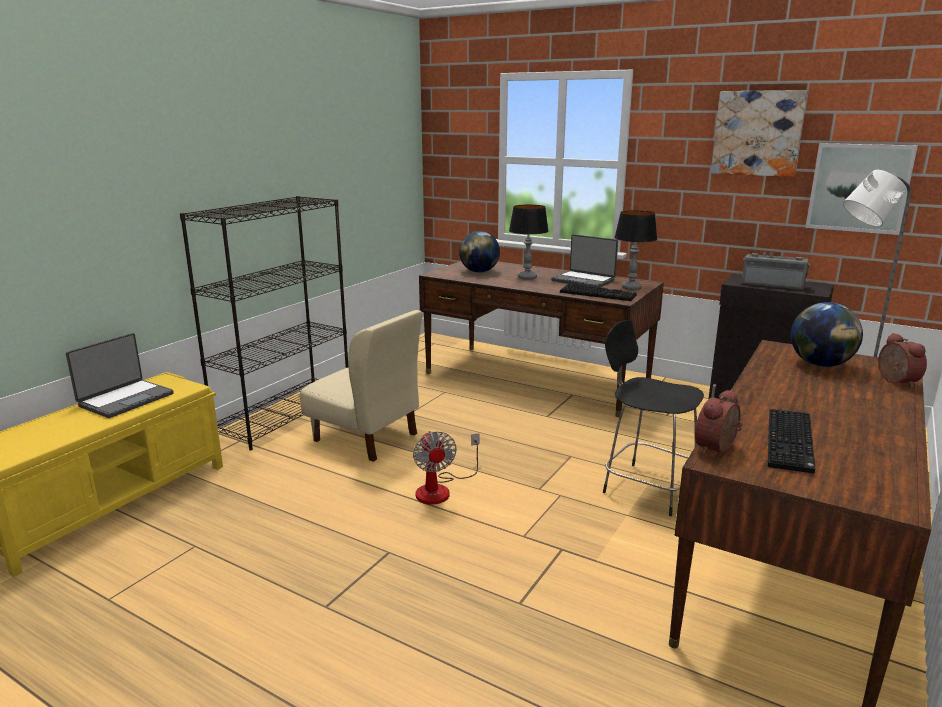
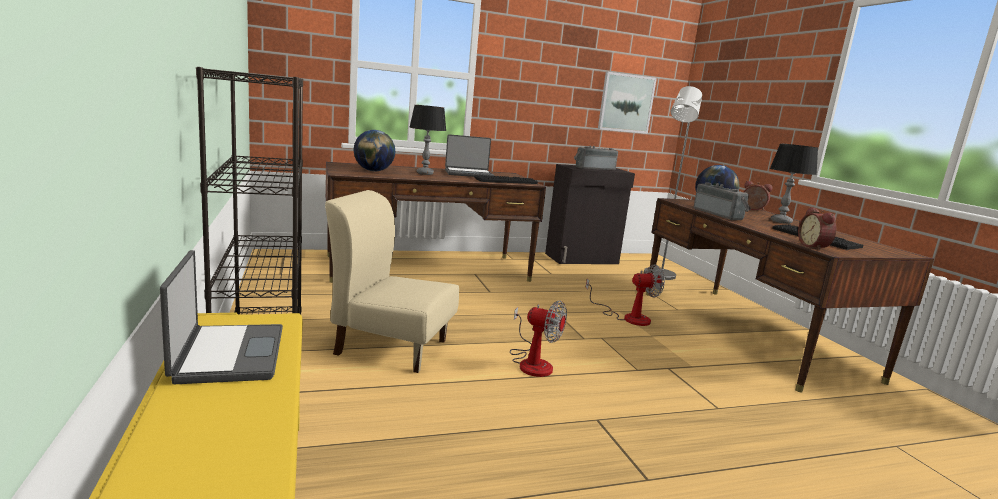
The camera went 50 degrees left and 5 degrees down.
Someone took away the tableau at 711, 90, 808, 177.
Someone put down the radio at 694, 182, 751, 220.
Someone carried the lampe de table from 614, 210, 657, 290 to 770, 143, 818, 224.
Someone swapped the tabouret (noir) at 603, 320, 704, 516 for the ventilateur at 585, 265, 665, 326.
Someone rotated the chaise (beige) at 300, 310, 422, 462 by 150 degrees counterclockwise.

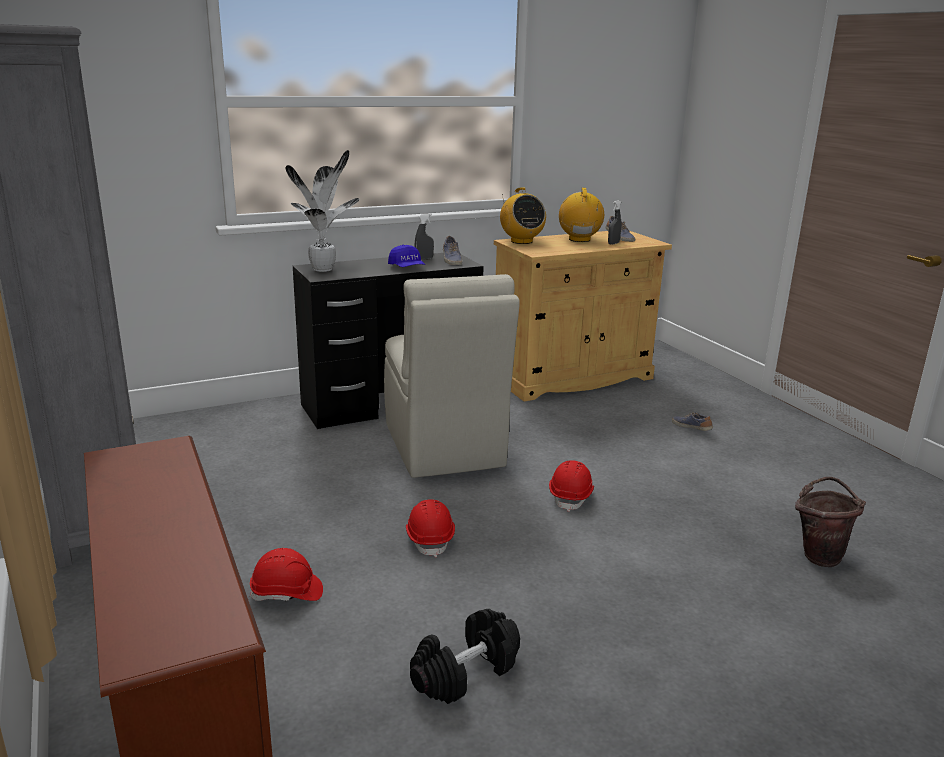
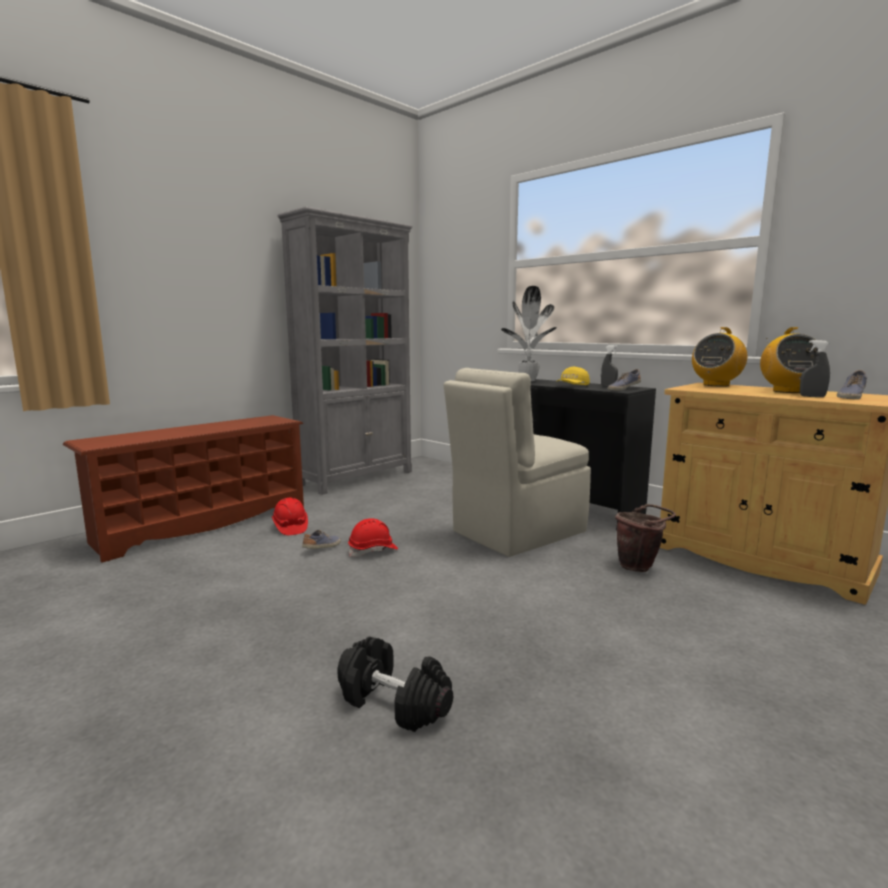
The camera went 70 degrees right and 10 degrees down.
Someone took away the casque de chantier (rouge) at 549, 460, 594, 512.
Someone carried the haltère (noir) from 410, 609, 520, 704 to 337, 636, 453, 732.
Someone carried the chaussure from 672, 412, 713, 431 to 302, 530, 341, 549.
Someone carried the seau (marron) from 795, 477, 866, 567 to 615, 504, 676, 572.
Someone repainted the casquette (bleu) at 388, 244, 425, 267, which became the casquette (jaune) at 556, 366, 590, 386.
Someone rotated the radio at 559, 188, 604, 242 by 120 degrees clockwise.

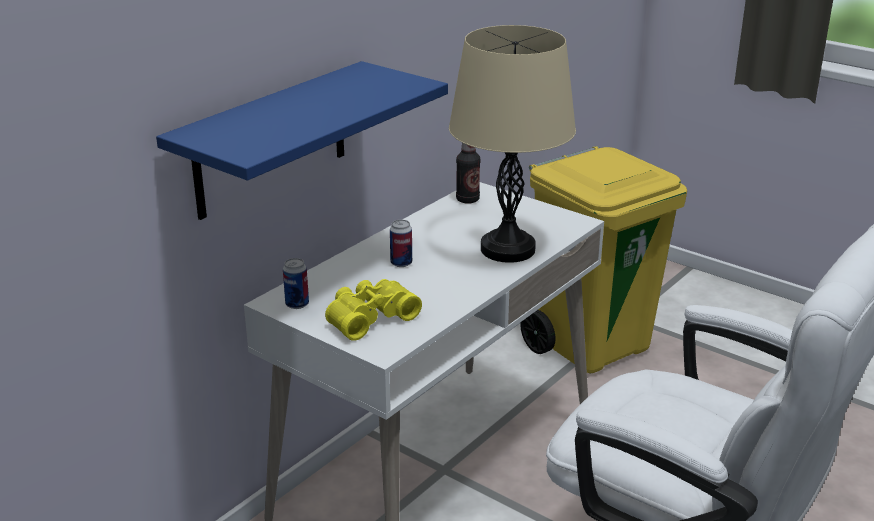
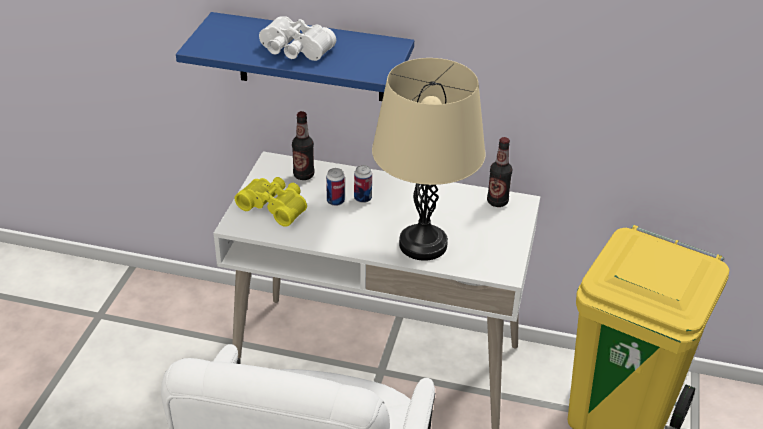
The camera went 65 degrees right and 10 degrees up.
Someone put down the jumelles (blanc) at 259, 16, 336, 61.
Someone put down the bouteille at 292, 111, 314, 180.
Someone carried the boîte métallique from 283, 258, 309, 309 to 326, 168, 345, 206.

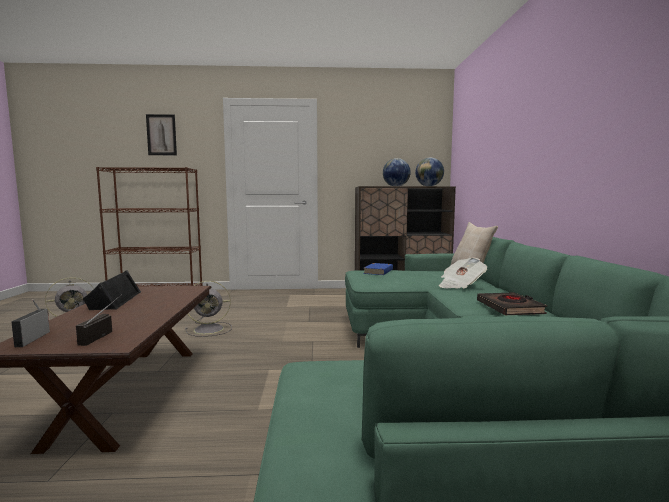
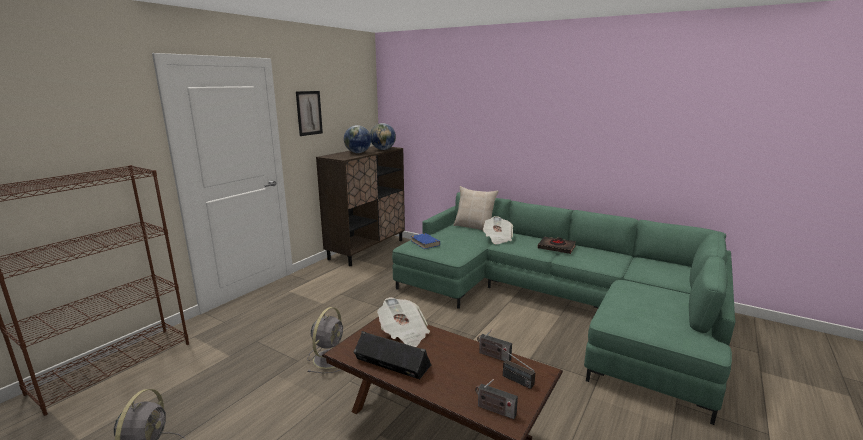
The camera went 55 degrees left and 10 degrees up.
Someone put down the journal at 377, 297, 430, 347.
Someone put down the radio at 477, 329, 512, 361.
Someone carried the tableau from 146, 114, 177, 155 to 296, 91, 323, 136.

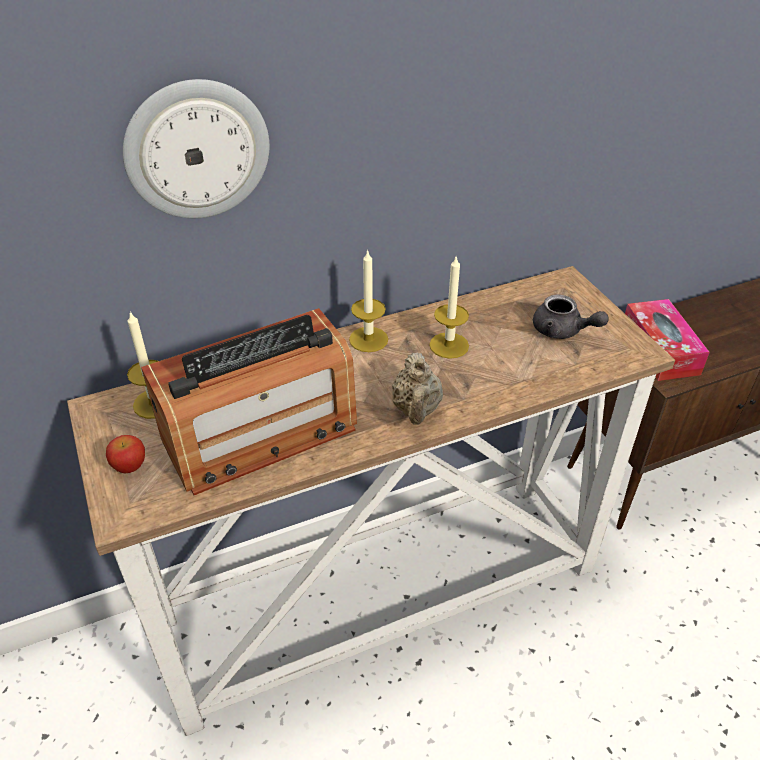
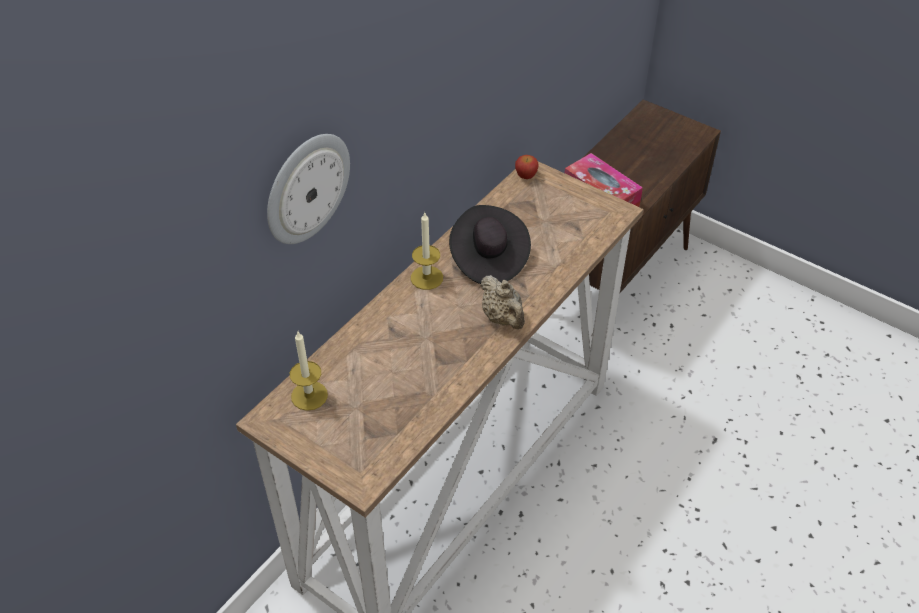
The camera went 30 degrees left and 5 degrees up.
Someone took away the radio at 141, 308, 357, 495.
Someone took away the théière (gris) at 533, 294, 609, 339.
Someone carried the pomme from 106, 435, 145, 473 to 515, 155, 539, 179.
Someone swapped the bougie at 429, 257, 469, 359 for the chapeau (noir) at 449, 205, 531, 284.

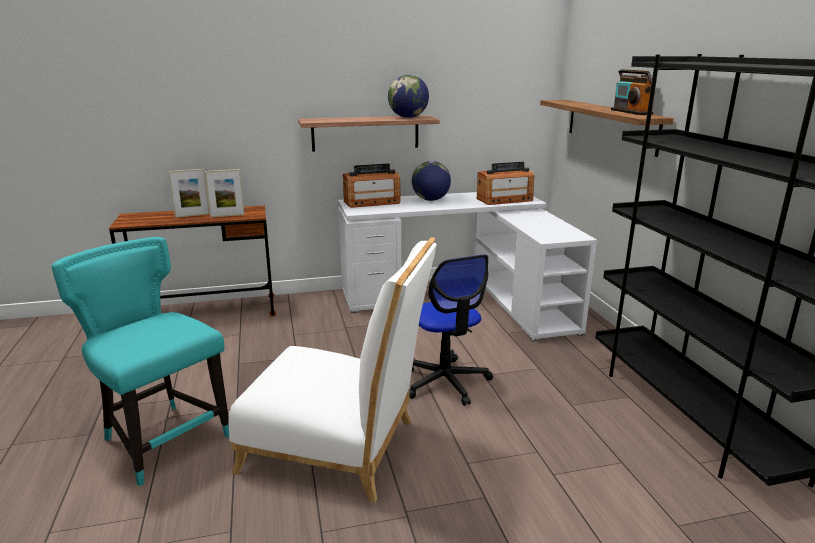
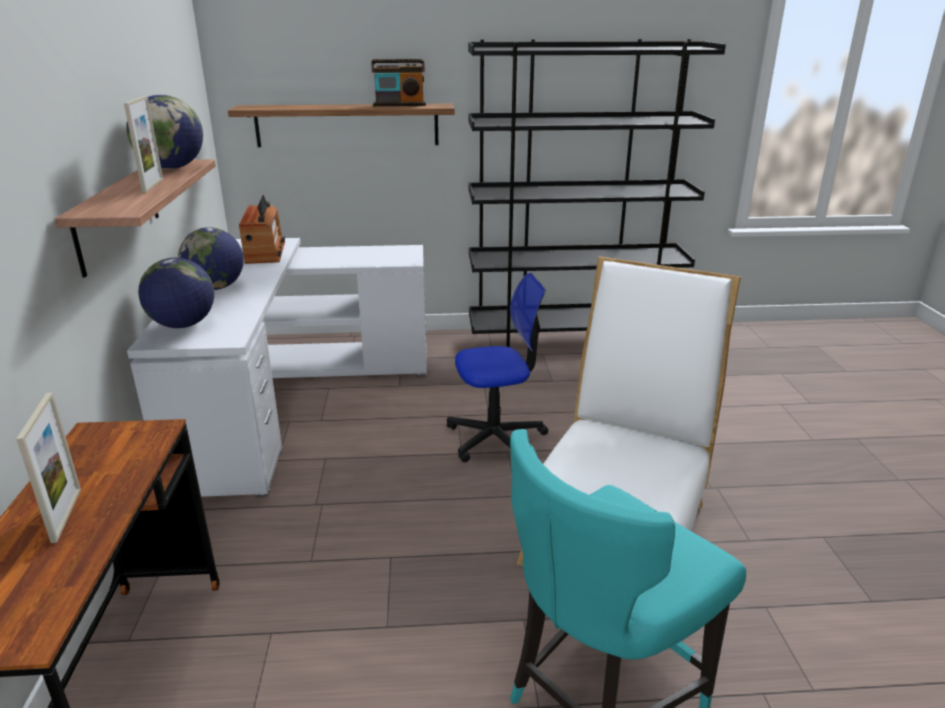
The camera went 80 degrees left and 5 degrees up.
Someone carried the cadre photo from 205, 169, 245, 217 to 124, 96, 163, 193.
Someone swapped the radio at 343, 163, 401, 208 for the globe at 138, 258, 214, 328.

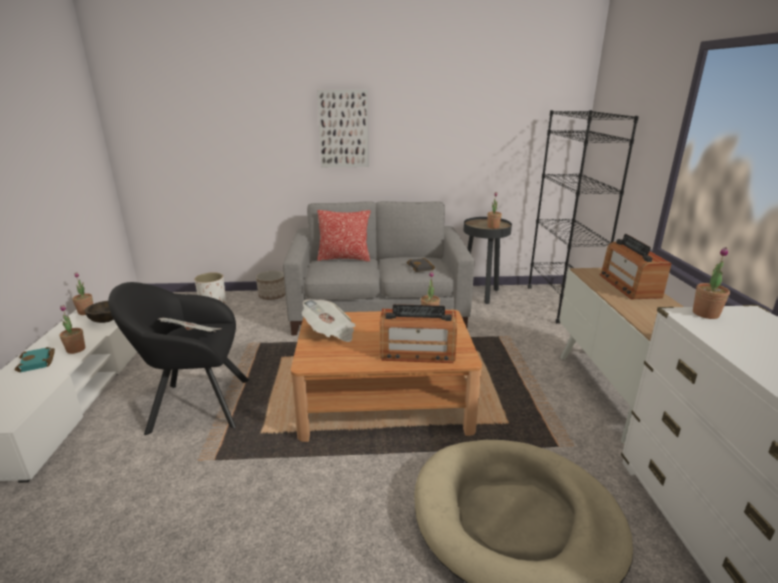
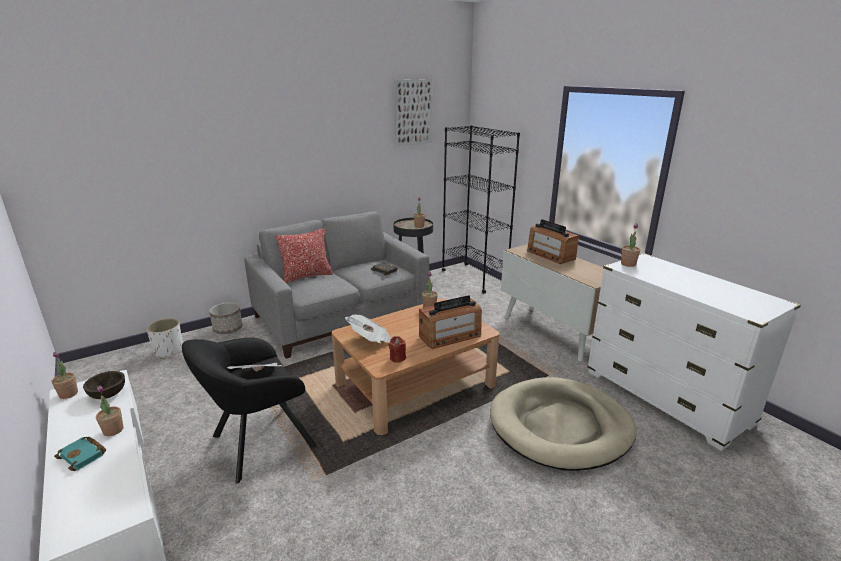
The camera went 30 degrees left and 0 degrees up.
Someone put down the bougie (rouge) at 389, 336, 406, 363.
Someone carried the tableau from 317, 90, 369, 167 to 395, 79, 432, 146.

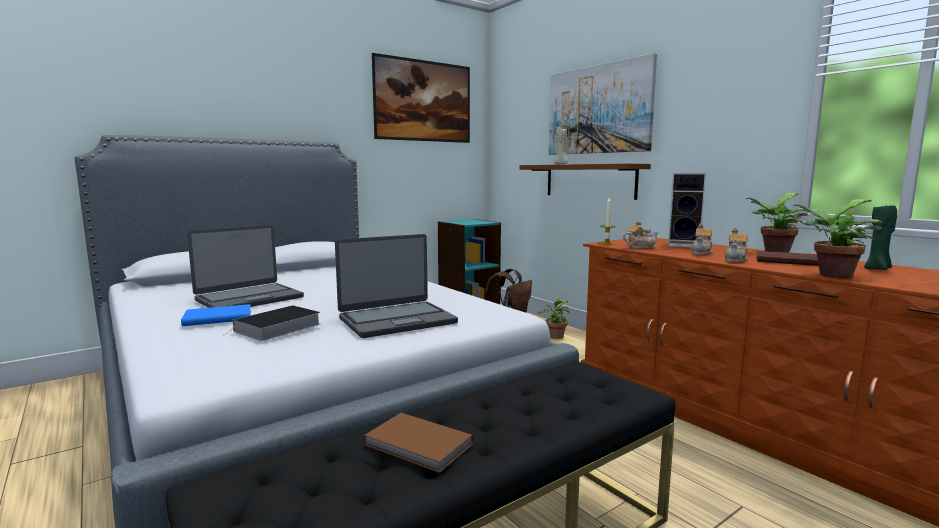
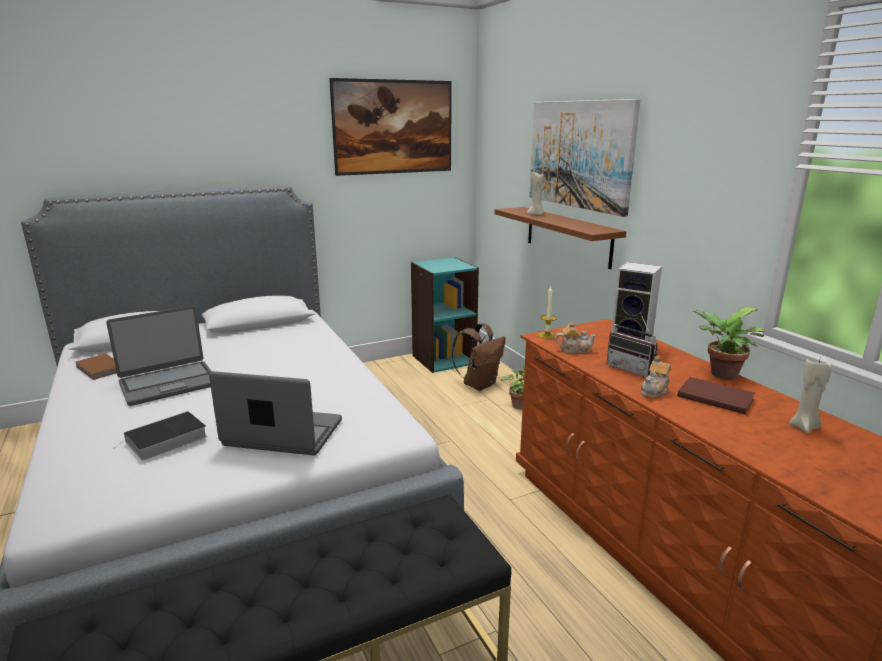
The camera went 10 degrees right and 10 degrees up.
Someone took away the livre (bleu) at 181, 304, 251, 326.
Someone took away the plante en pot at 793, 199, 883, 278.
Someone carried the livre (marron) from 364, 413, 474, 473 to 75, 354, 117, 380.
Someone swapped the théière at 692, 223, 713, 255 for the radio at 607, 313, 658, 377.
Someone repainted the bougie (vert) at 864, 205, 897, 270, which became the bougie (beige) at 789, 359, 832, 434.
Someone rotated the ordinateur portable at 335, 234, 458, 338 by 150 degrees counterclockwise.

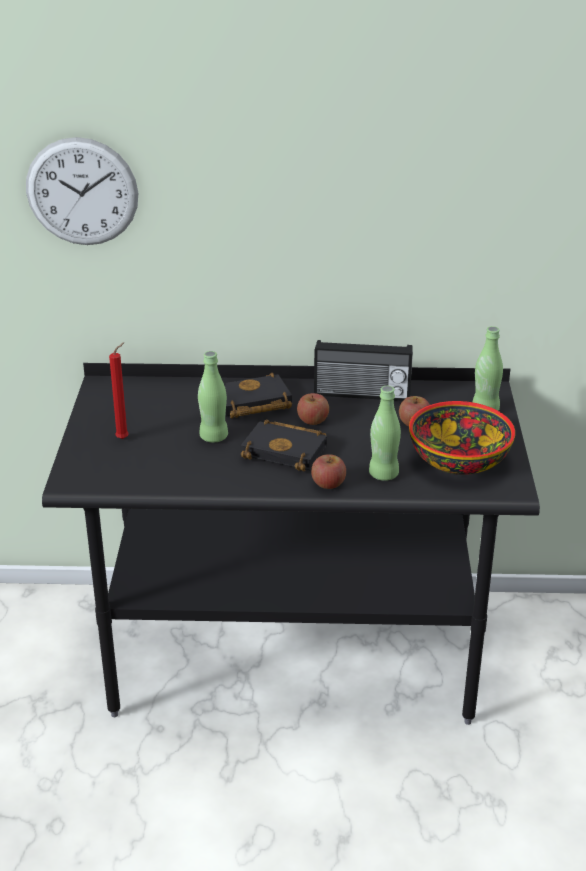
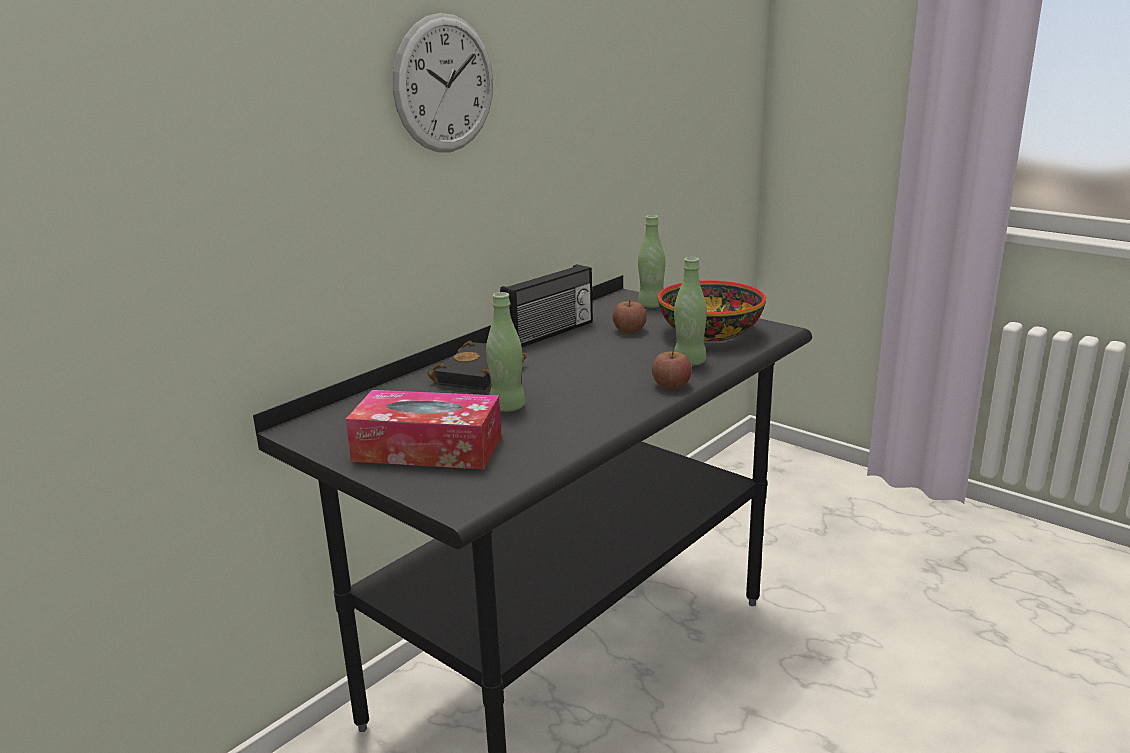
The camera went 50 degrees left and 10 degrees down.
Someone took away the livre (noir) at 241, 419, 327, 472.
Someone took away the pomme at 297, 393, 329, 425.
Someone carried the horloge murale from 26, 137, 138, 245 to 393, 13, 493, 152.
Someone swapped the bougie (rouge) at 109, 342, 129, 439 for the boîte à mouchoirs at 346, 390, 502, 470.

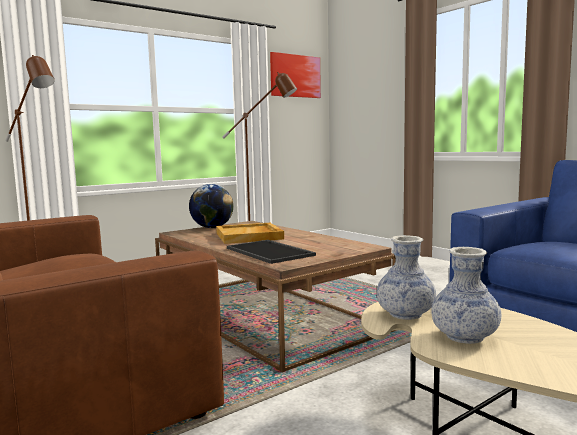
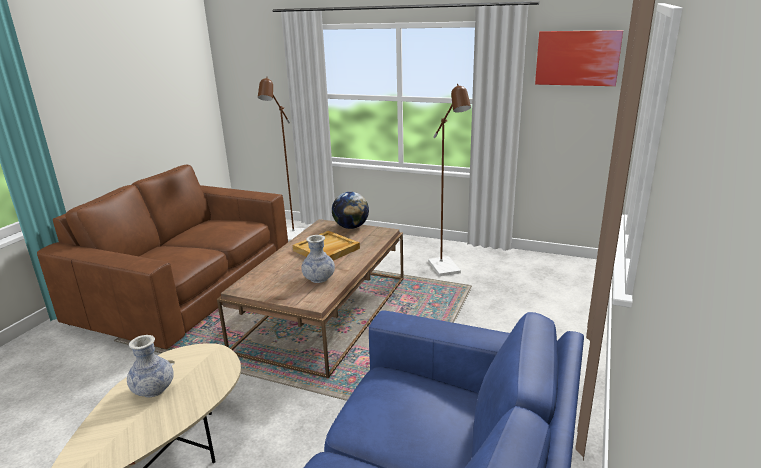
The camera went 60 degrees right and 15 degrees up.
Someone took away the plateau at 227, 240, 316, 264.
Someone carried the vase from 377, 235, 436, 320 to 301, 235, 335, 283.

